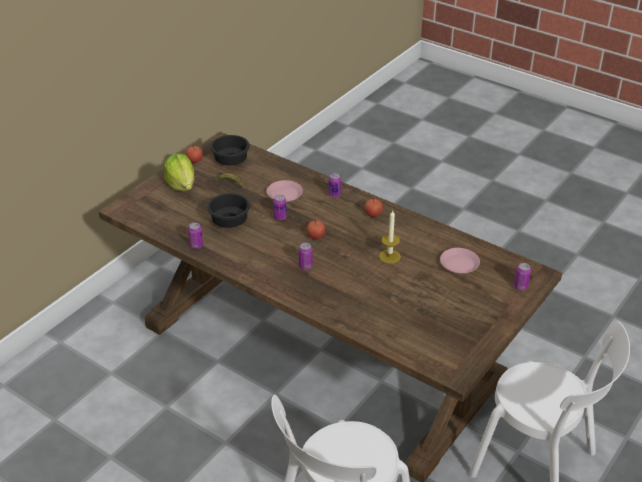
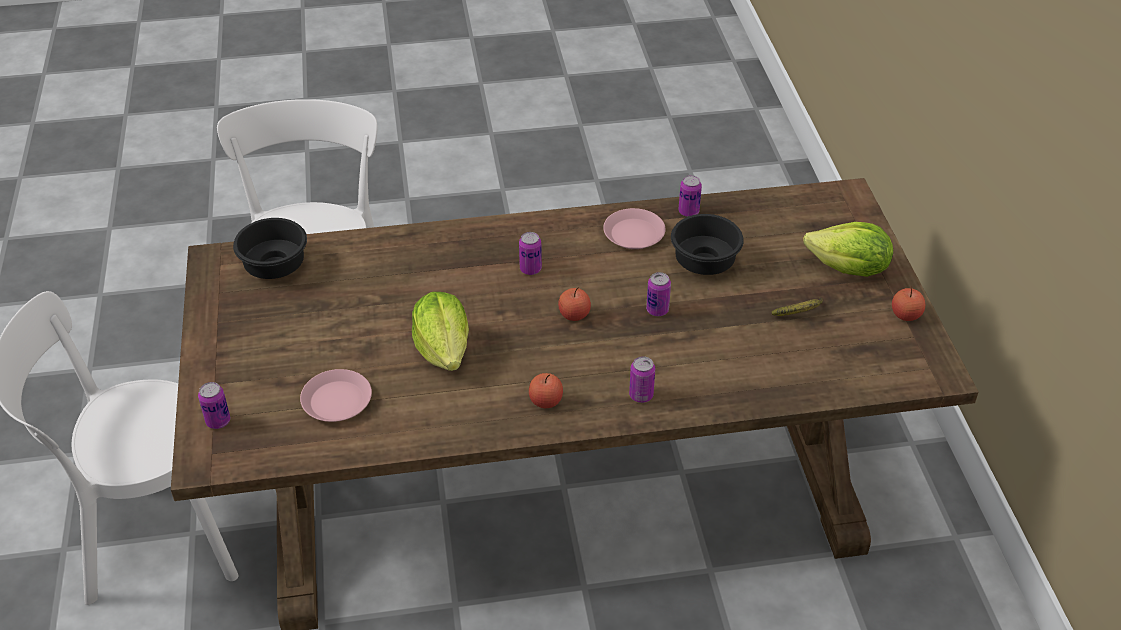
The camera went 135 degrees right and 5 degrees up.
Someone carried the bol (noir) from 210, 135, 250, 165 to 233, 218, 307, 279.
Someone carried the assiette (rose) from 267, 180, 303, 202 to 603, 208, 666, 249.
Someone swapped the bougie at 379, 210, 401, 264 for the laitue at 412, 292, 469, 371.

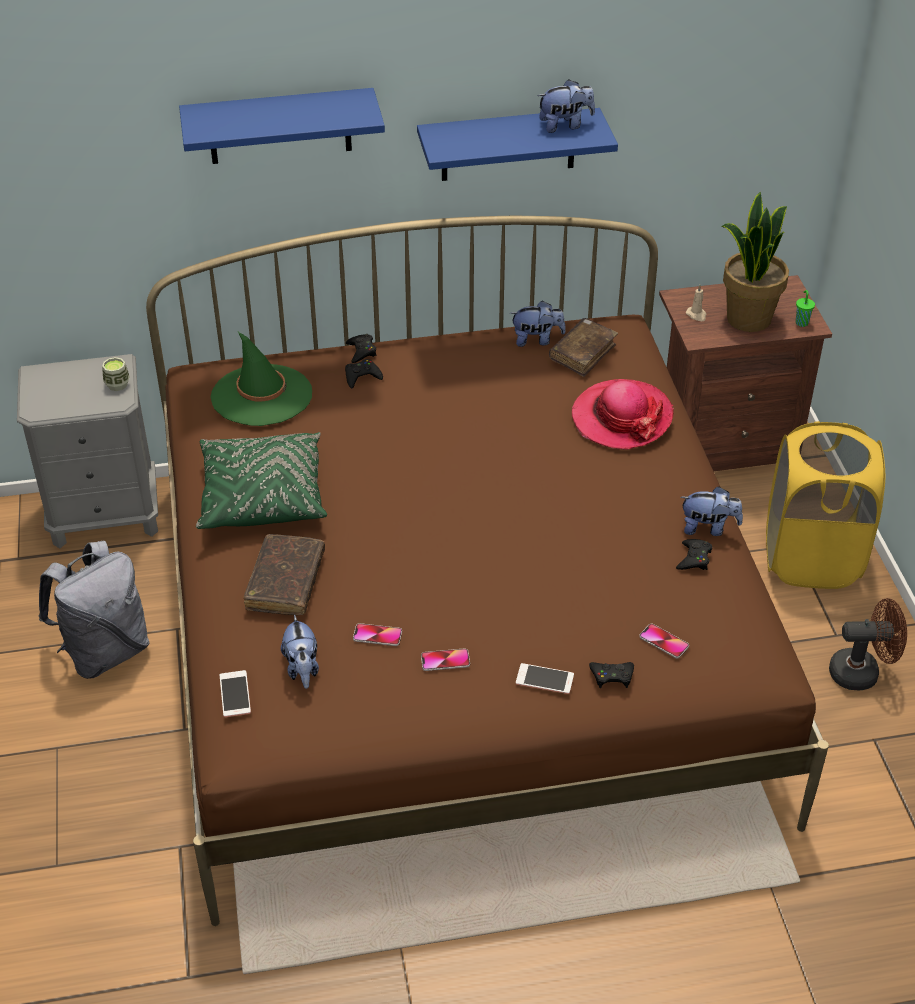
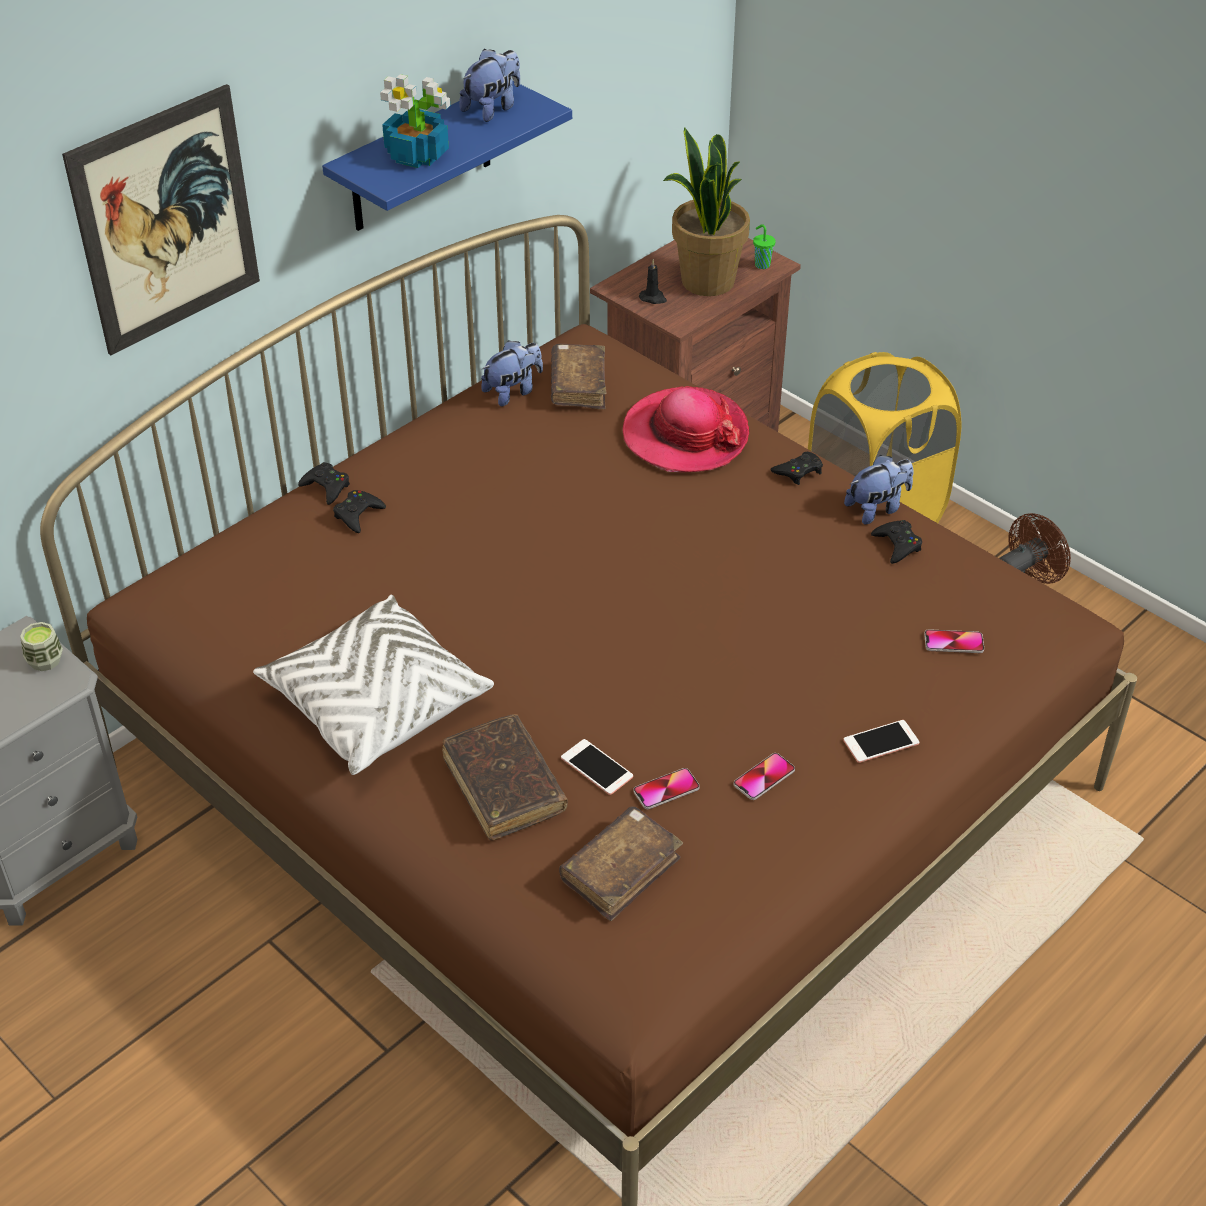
The camera went 35 degrees left and 0 degrees up.
Someone took away the sac à dos (gris) at 39, 541, 149, 679.
Someone took away the chapeau (vert) at 211, 332, 312, 426.
Someone put down the plante en pot at 380, 74, 450, 168.
Someone carried the téléphone from 220, 670, 251, 717 to 561, 739, 633, 795.
Someone carried the manette (noir) from 589, 662, 634, 688 to 770, 452, 823, 485.
Someone swapped the étagère (bleu) at 179, 88, 385, 164 for the tableau at 62, 84, 260, 355.
Someone swapped the peluche at 281, 614, 319, 689 for the livre (marron) at 559, 806, 683, 921.
Someone repainted the coussin (vert) at 196, 432, 327, 529, which became the coussin (blanc) at 253, 594, 494, 775.
Someone repainted the bougie (beige) at 686, 285, 706, 321, which became the bougie (noir) at 639, 259, 667, 304.

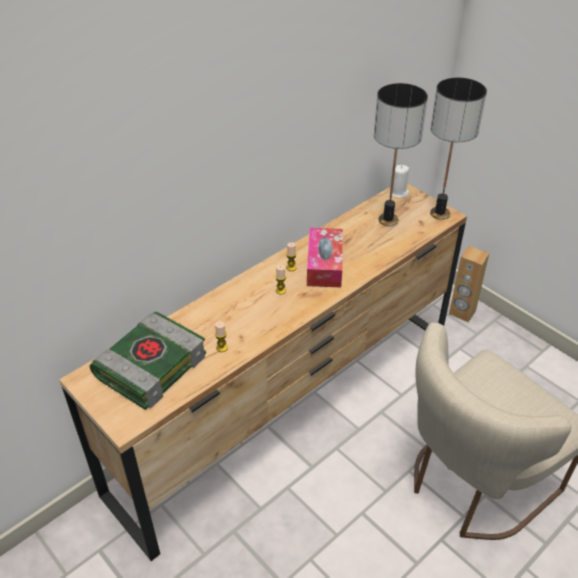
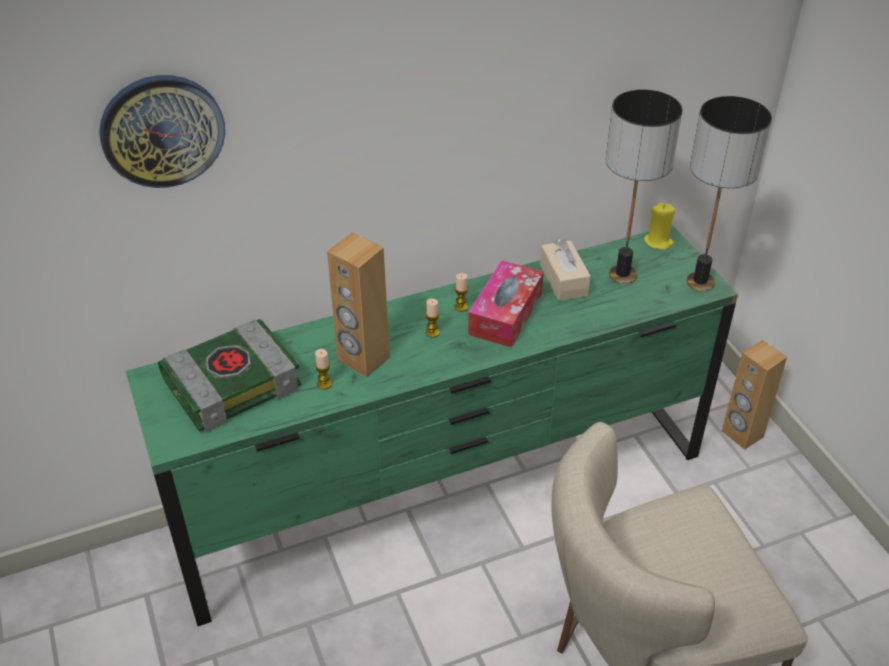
The camera went 20 degrees right and 0 degrees up.
Someone put up the horloge murale at 99, 75, 225, 188.
Someone put down the enceinte (marron) at 327, 233, 390, 377.
Someone put down the boîte à mouchoirs (beige) at 540, 239, 591, 301.
Someone repainted the commode (marron) at 59, 183, 467, 561, which became the commode (vert) at 126, 225, 738, 626.
Someone repainted the bougie (blanc) at 389, 165, 409, 198, which became the bougie (jaune) at 644, 203, 675, 250.

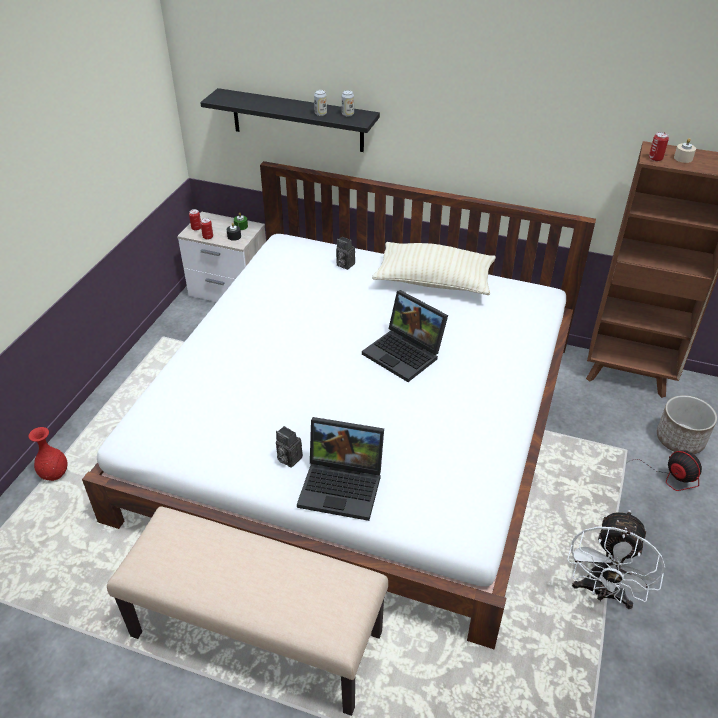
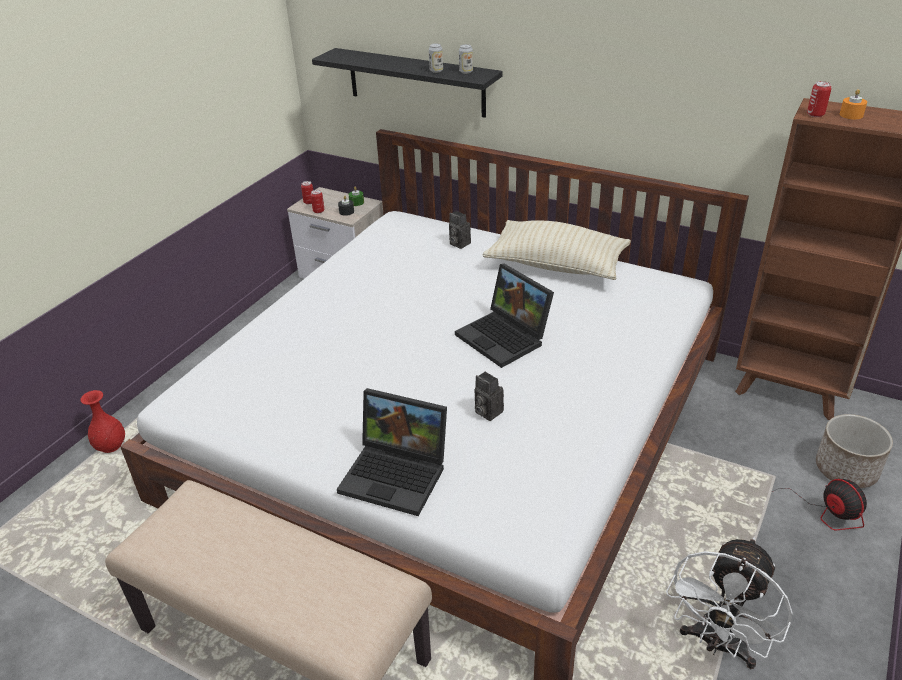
The camera went 10 degrees right and 5 degrees down.
Someone carried the appareil photo from 276, 426, 303, 467 to 474, 371, 504, 421.
Someone repainted the bougie (beige) at 674, 138, 696, 163, which became the bougie (orange) at 840, 89, 867, 119.

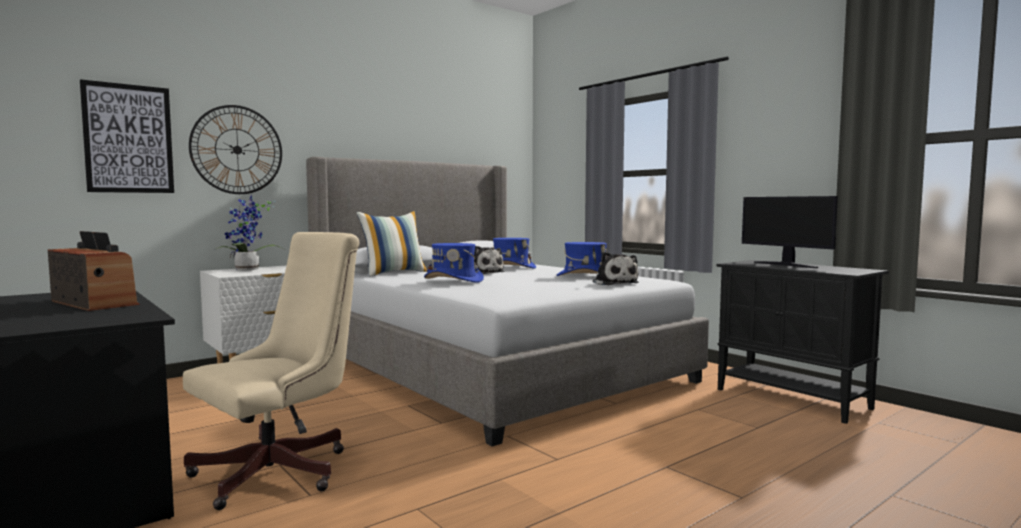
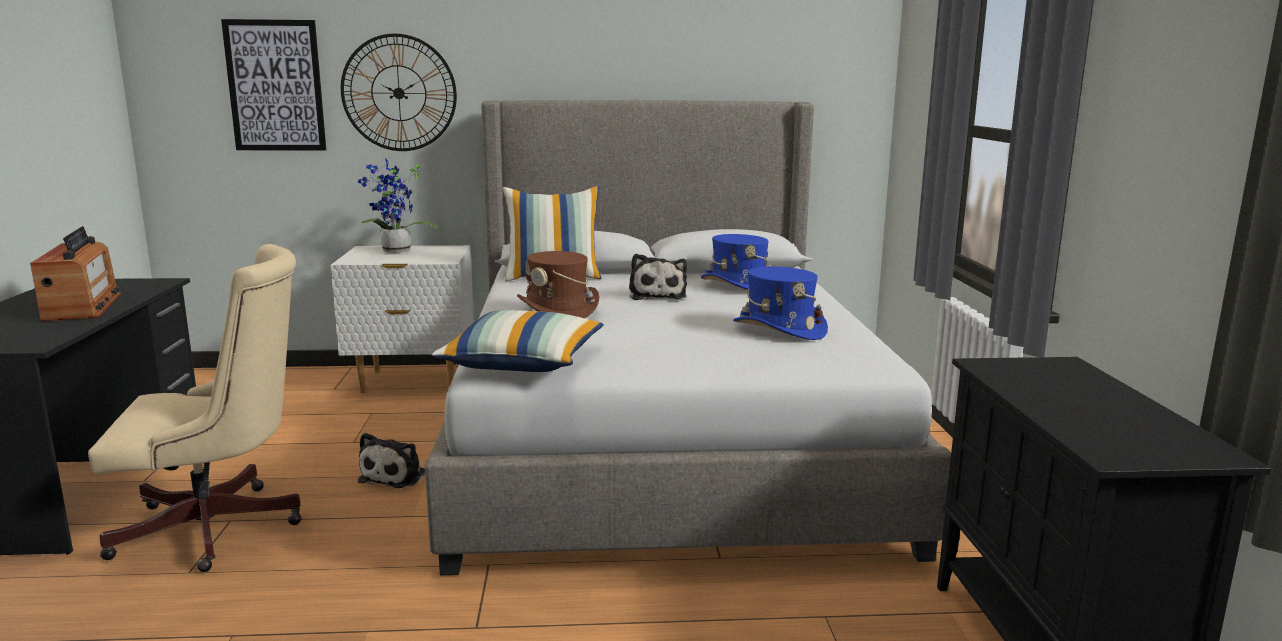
The camera went 35 degrees right and 10 degrees up.
Someone took away the écran d'ordinateur at 742, 196, 838, 268.
Someone put down the coussin at 431, 310, 604, 372.
Someone carried the peluche from 593, 252, 639, 285 to 358, 433, 425, 488.
Someone repainted the chapeau (bleu) at 424, 243, 484, 283, which became the chapeau (marron) at 517, 251, 599, 318.

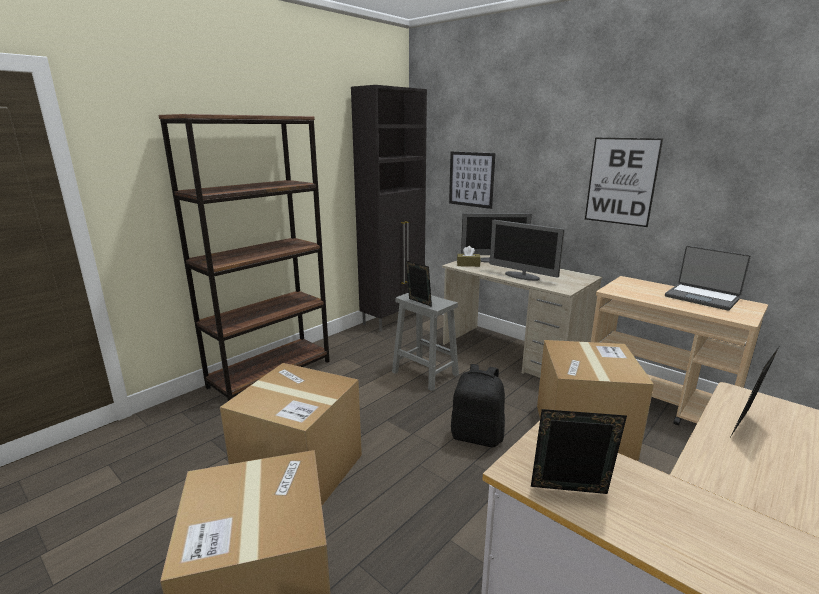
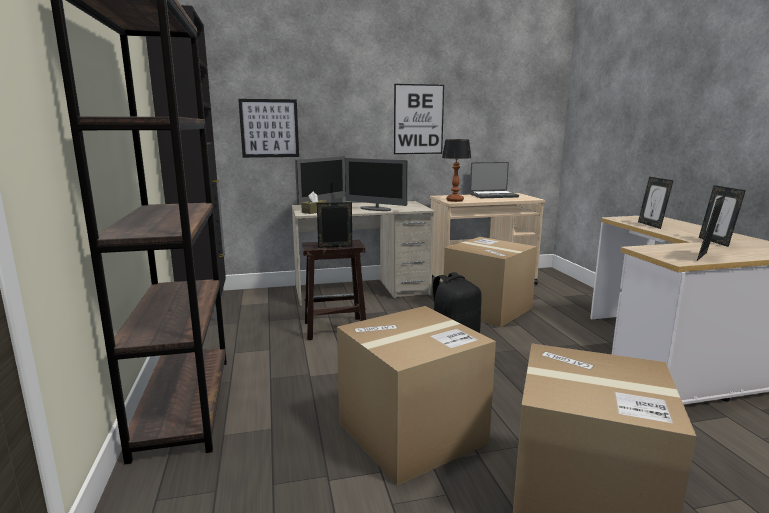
The camera went 55 degrees left and 5 degrees down.
Someone put down the lampe de table at 442, 139, 471, 202.
Someone put down the cadre photo at 699, 185, 746, 247.
Someone repainted the tabouret (gris) at 392, 293, 459, 391, which became the tabouret (marron) at 302, 240, 366, 340.
Someone rotated the écran d'ordinateur at 489, 220, 565, 281 by 45 degrees clockwise.

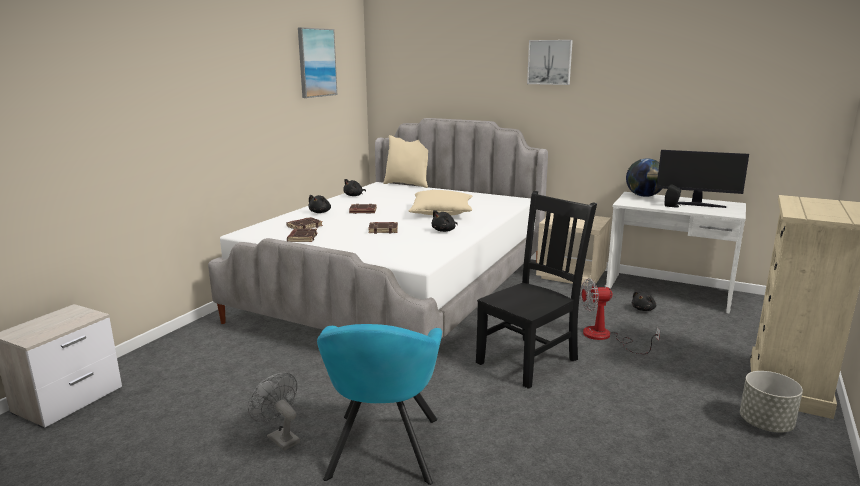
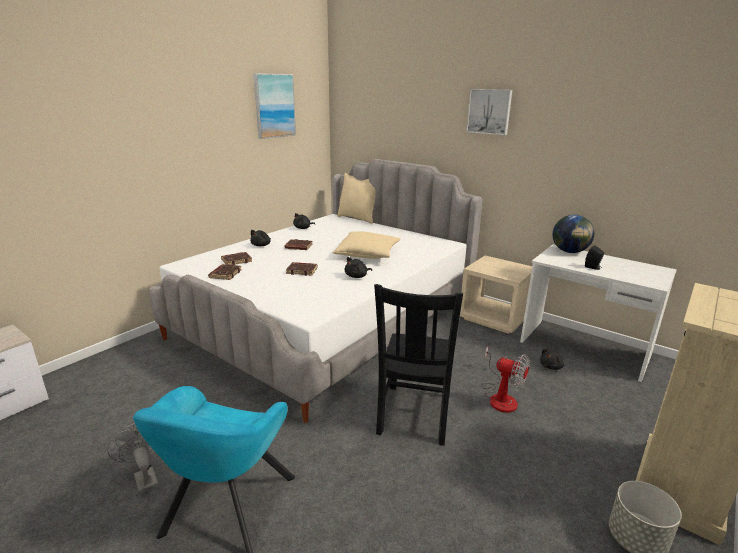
The camera went 10 degrees right and 5 degrees up.
Someone took away the écran d'ordinateur at 656, 150, 749, 208.
Someone rotated the chaise (noir) at 476, 191, 597, 389 by 135 degrees clockwise.
Someone rotated the ventilateur at 581, 278, 660, 354 by 150 degrees counterclockwise.

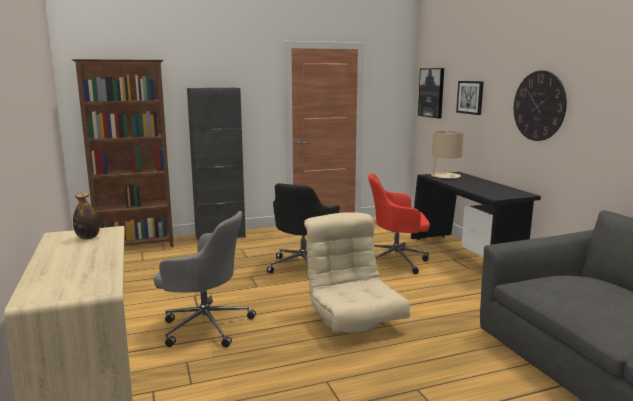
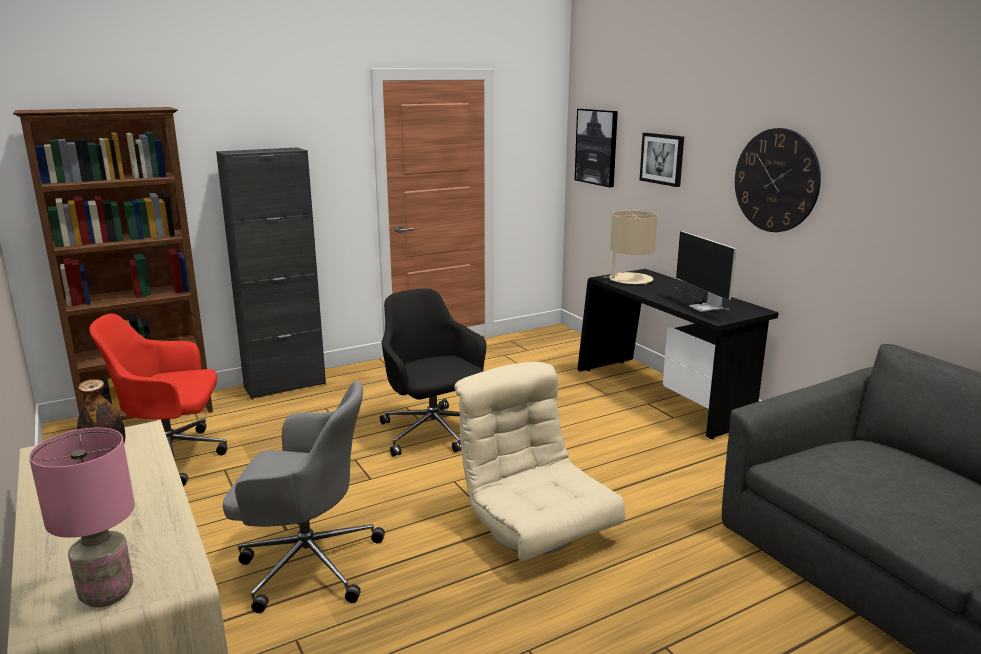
The camera went 10 degrees left and 5 degrees up.
Someone put down the lampe de table (rose) at 29, 428, 135, 608.
Someone put down the écran d'ordinateur at 676, 231, 737, 312.
Someone carried the chaise de bureau (rouge) from 368, 173, 430, 274 to 89, 313, 227, 486.
Someone rotated the chaise de bureau (noir) at 267, 183, 340, 280 by 135 degrees clockwise.

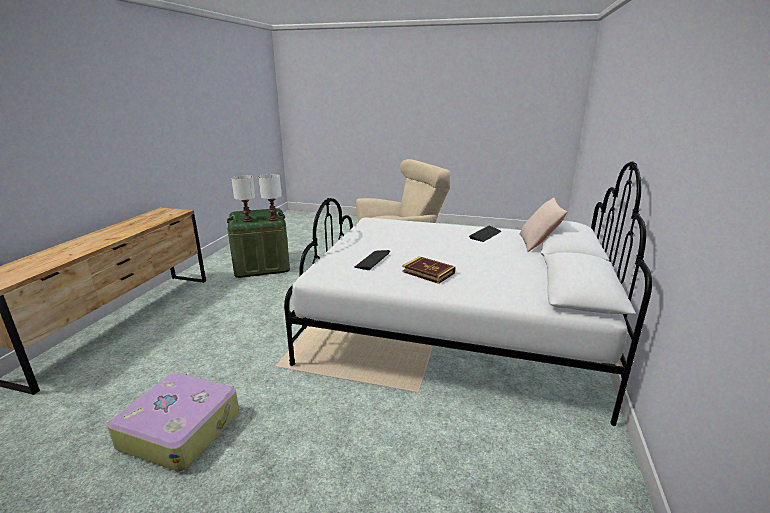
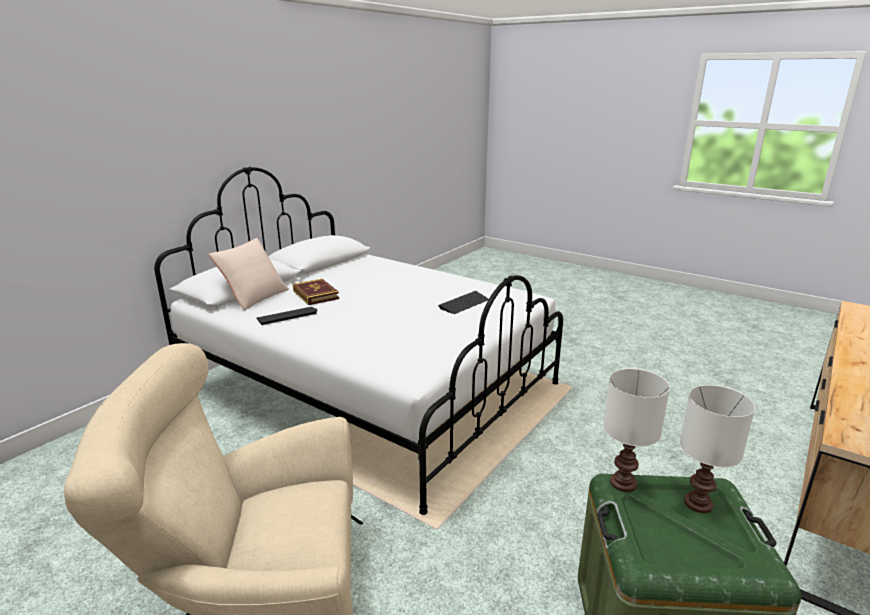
The camera went 160 degrees left and 0 degrees up.
Someone took away the valise at 107, 372, 239, 472.
Someone carried the livre from 402, 256, 455, 284 to 293, 279, 339, 305.

